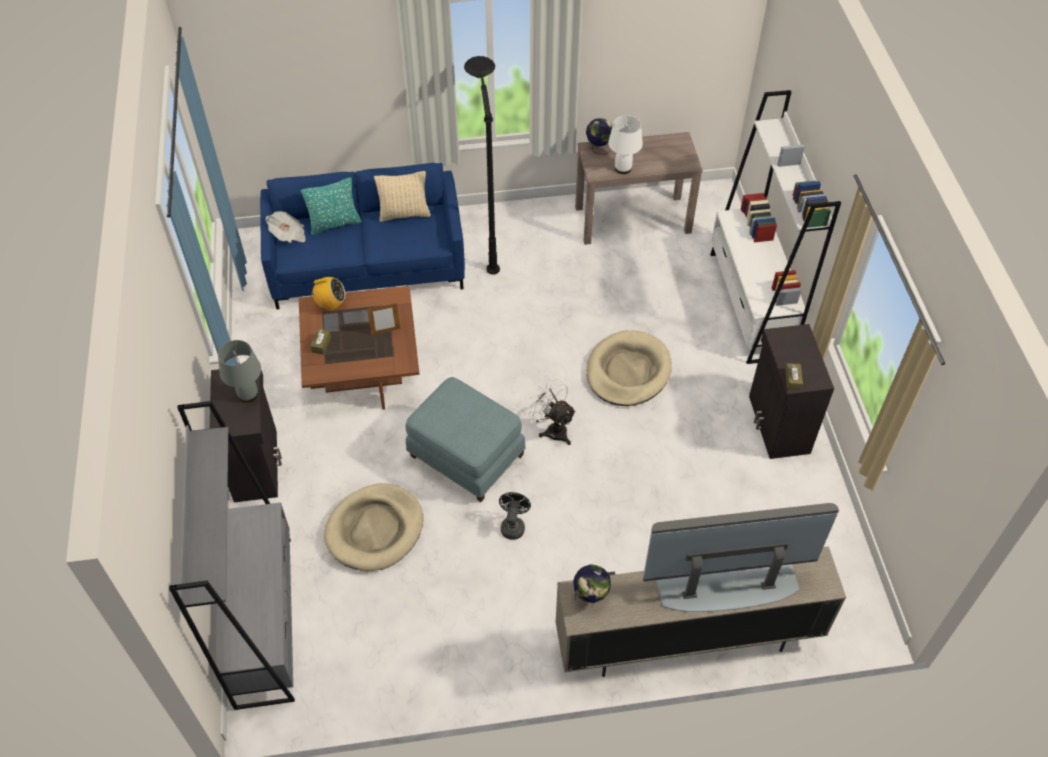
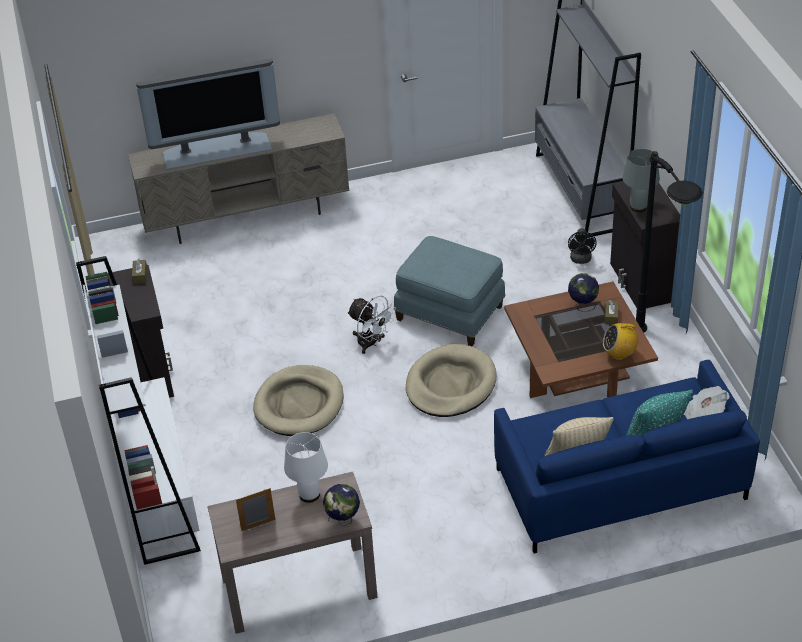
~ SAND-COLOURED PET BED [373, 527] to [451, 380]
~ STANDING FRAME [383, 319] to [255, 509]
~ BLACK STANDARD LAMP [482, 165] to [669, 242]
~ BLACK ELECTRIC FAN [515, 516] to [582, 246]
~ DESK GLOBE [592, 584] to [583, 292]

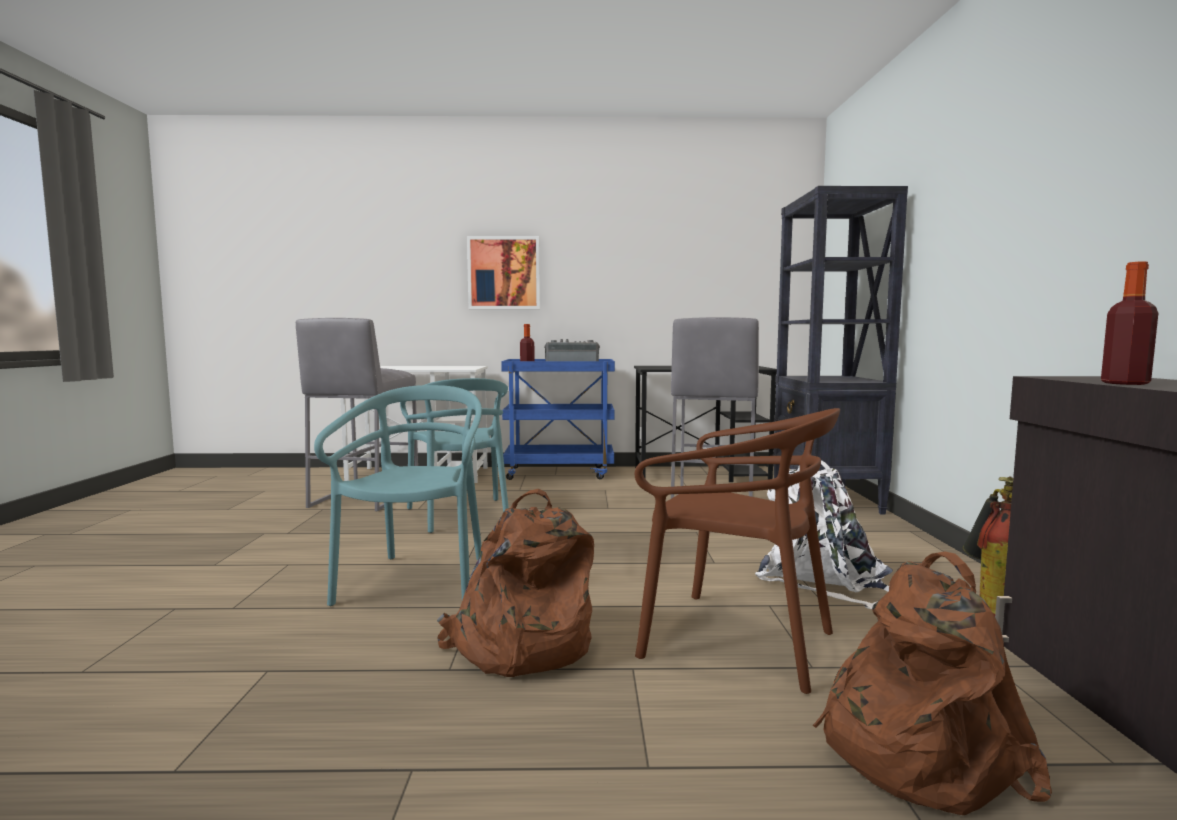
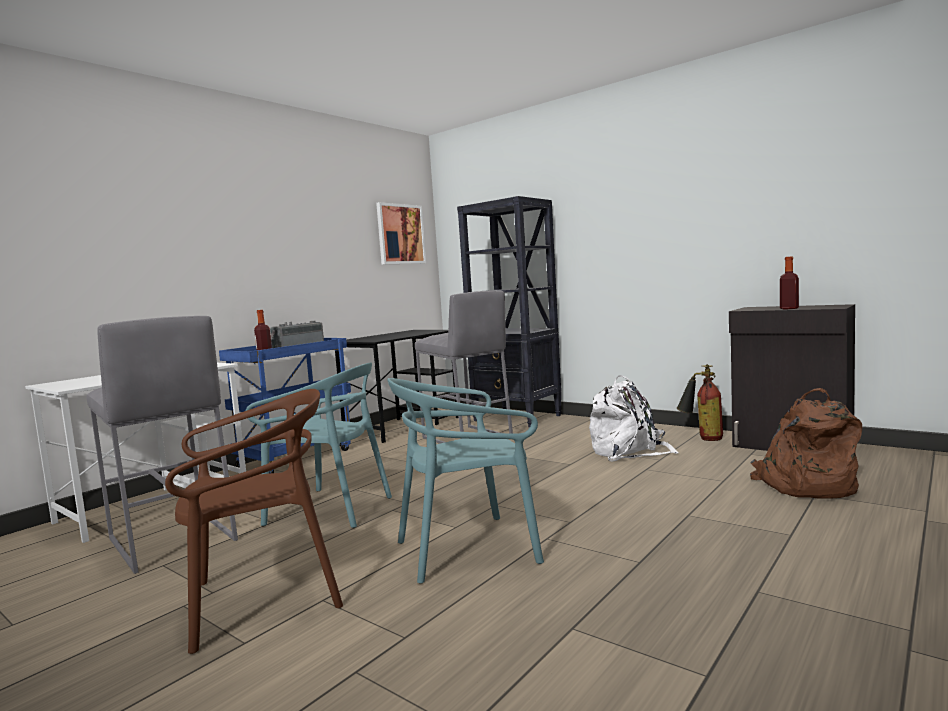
~ TURQUOISE-COLOURED PLAIN CHAIR [398, 495] = [465, 481] 60 degrees counterclockwise
- BROWN KNAPSACK [515, 583]
~ PICTURE [503, 272] to [401, 233]
~ BROWN PLAIN CHAIR [737, 551] to [254, 521]

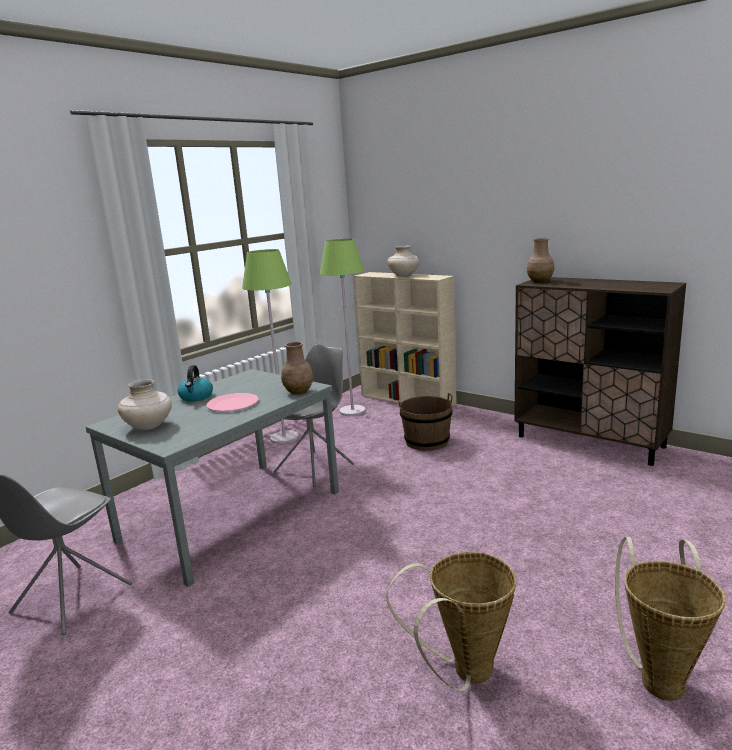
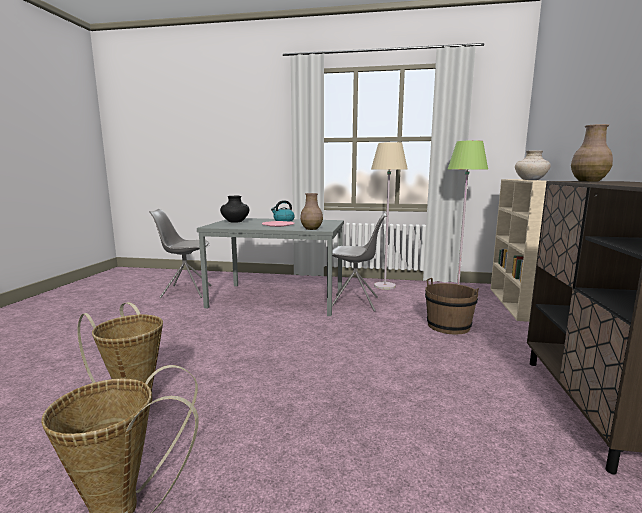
~ SAND-COLOURED FLOWER VASE [145, 404] to BLACK FLOWER VASE [234, 209]
~ GREEN STANDARD LAMP [270, 346] to SAND-COLOURED STANDARD LAMP [389, 216]

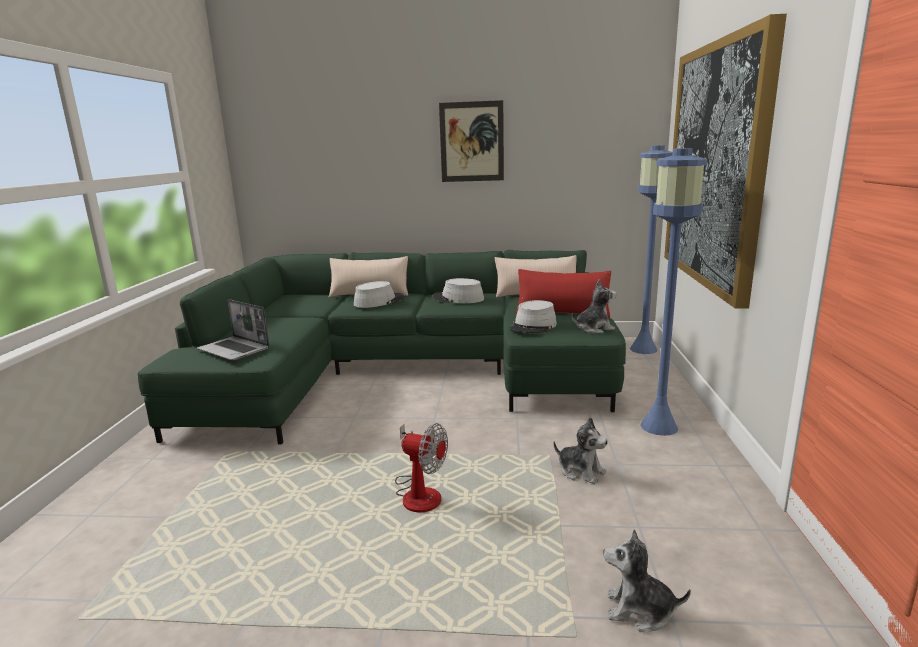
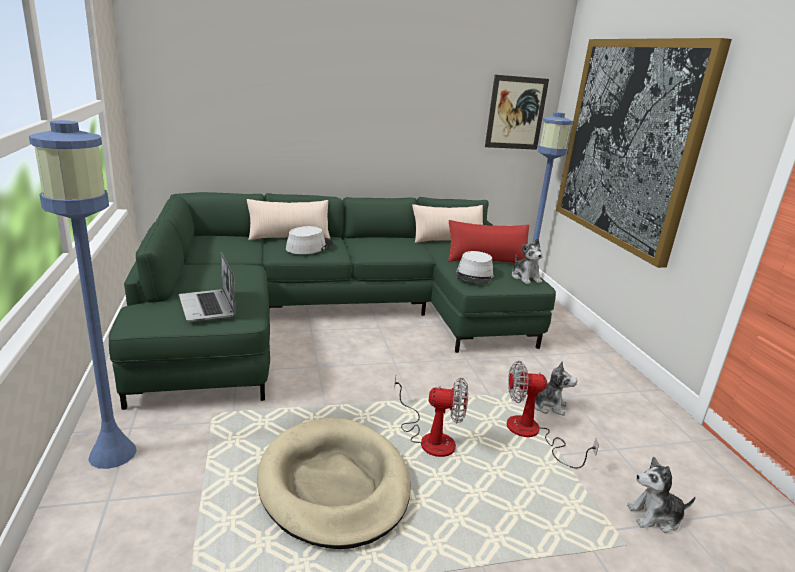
~ PORTABLE COMPUTER [233, 329] = [207, 287] 45 degrees clockwise
- GREY HAT [458, 290]
~ PICTURE [471, 141] to [517, 112]
~ PLUSH TOY [594, 307] = [527, 261] 105 degrees clockwise
~ BLUE STANDARD LAMP [673, 292] to [83, 294]
+ SAND-COLOURED PET BED [333, 483]
+ ELECTRIC FAN [553, 414]

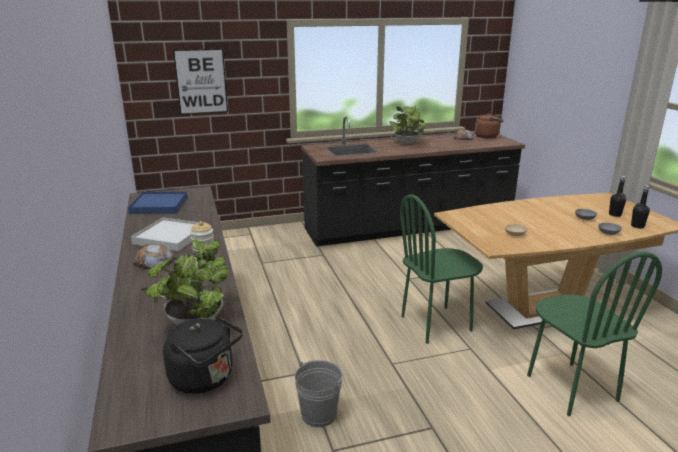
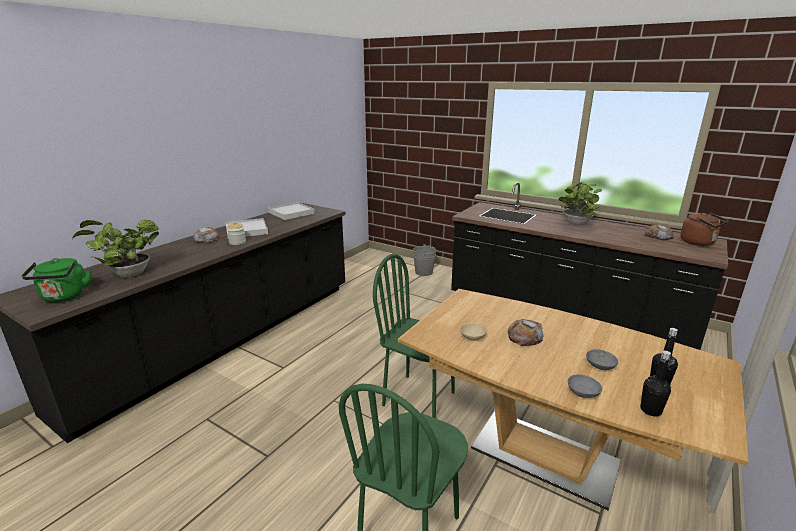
~ BLUE TRAY [157, 202] to WHITISH TRAY [291, 211]
~ BLACK KETTLE [203, 354] to GREEN KETTLE [56, 280]
- PICTURE [200, 82]
~ GREY WATER BUCKET [318, 393] to [425, 260]
+ BREAD [525, 332]

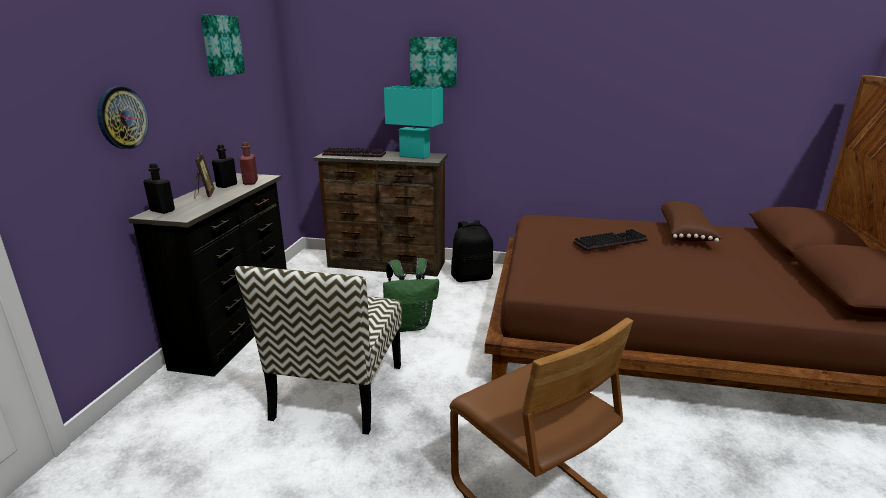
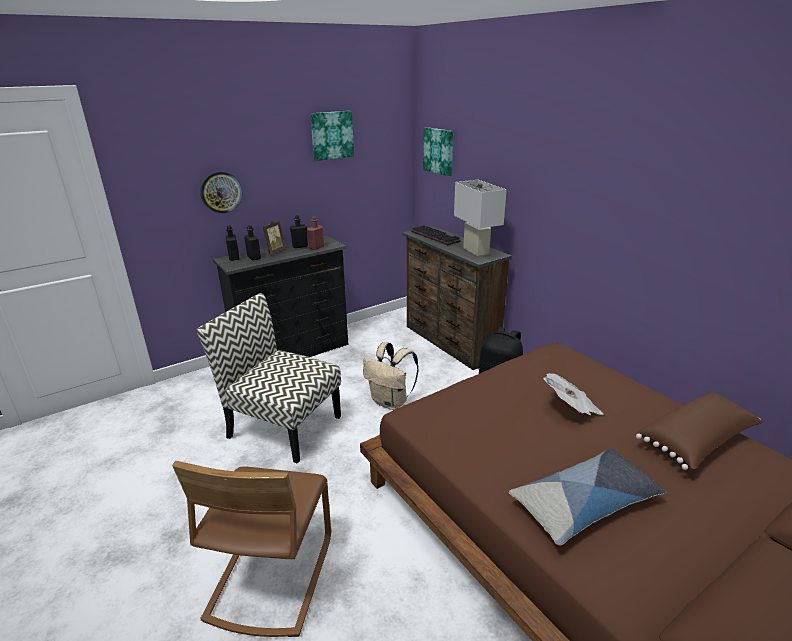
~ PLAIN CHAIR [318, 350] = [268, 378] 60 degrees clockwise
~ GREEN KNAPSACK [411, 295] to SAND-COLOURED KNAPSACK [391, 376]
~ TURQUOISE-COLOURED TABLETOP LAMP [413, 122] to WHITISH TABLETOP LAMP [480, 218]
~ PICTURE [433, 62] to [438, 151]
~ COMPUTER KEYBOARD [610, 240] to NEWSPAPER [573, 394]
+ BLACK DRINK BOTTLE [252, 242]
+ PILLOW [587, 496]

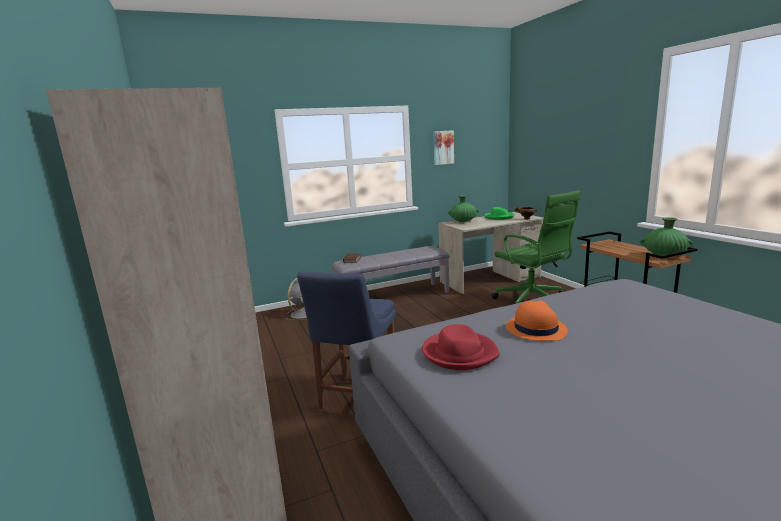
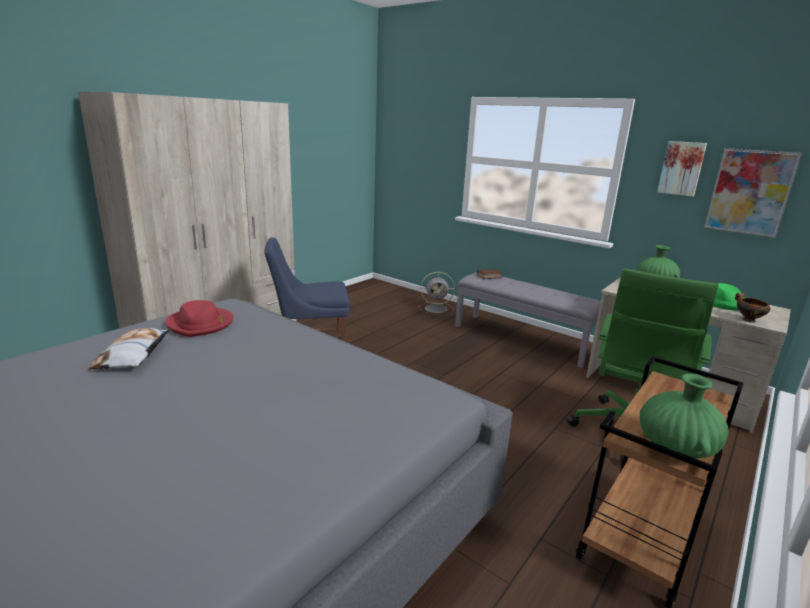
- ORANGE-COLOURED HAT [537, 321]
+ PILLOW [129, 348]
+ PICTURE [753, 193]

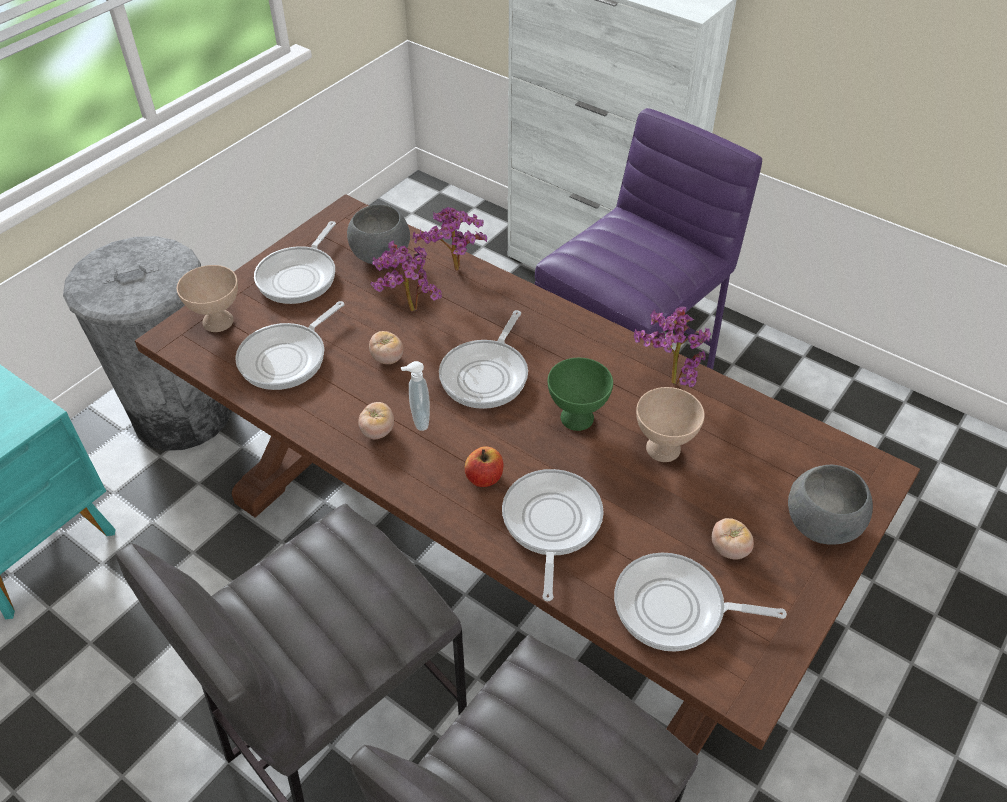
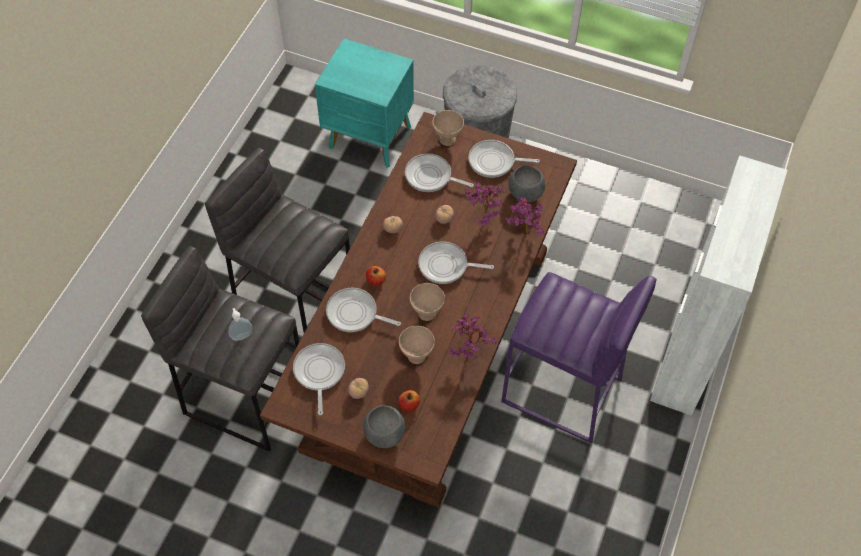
~ LIQUID SOAP BOTTLE [415, 396] to [240, 324]
~ PAN [553, 535] = [363, 310] 150 degrees counterclockwise
~ GREEN SERVING BOWL [580, 394] to SAND-COLOURED SERVING BOWL [427, 302]
+ WHOLE APPLE [409, 400]

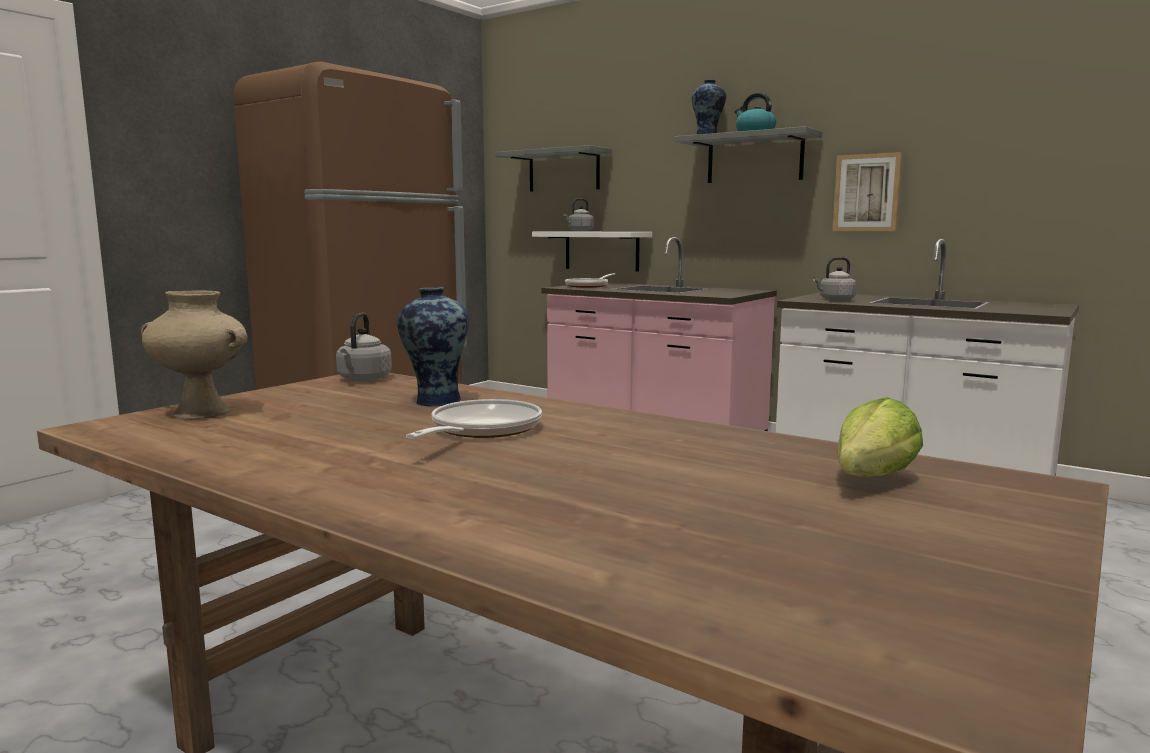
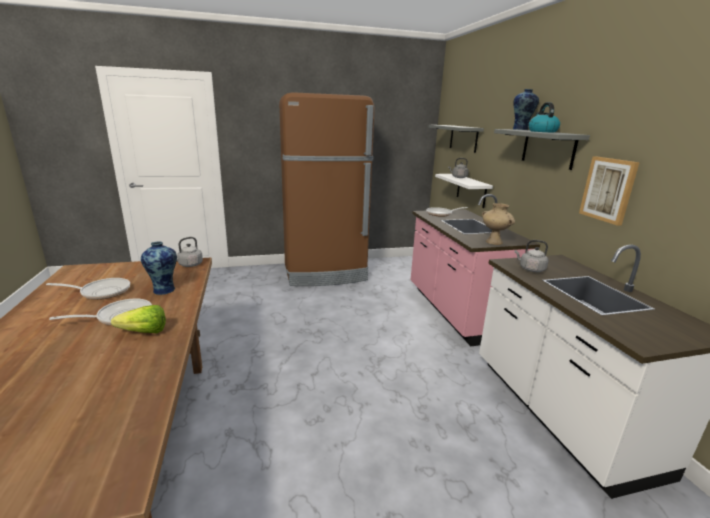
~ SAND-COLOURED FLOWER VASE [194, 355] to [498, 224]
~ LETTUCE HEAD [880, 437] to [138, 319]
+ PAN [88, 289]

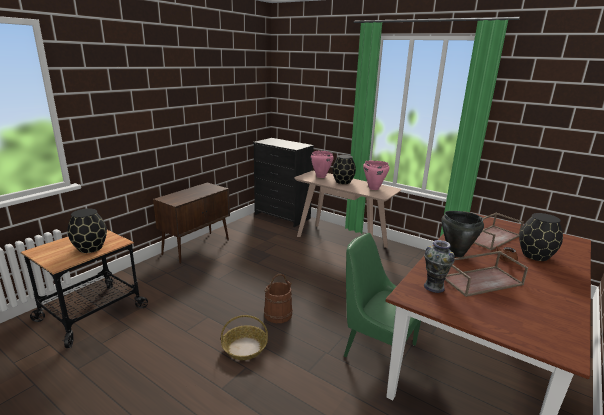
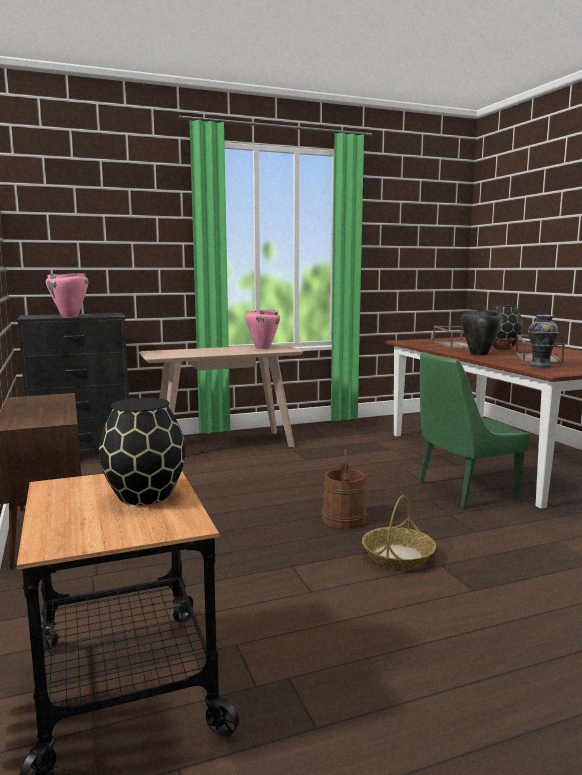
~ PINKISH COOKING POT [322, 164] to [67, 295]
- BLACK FLOWER VASE [344, 169]

